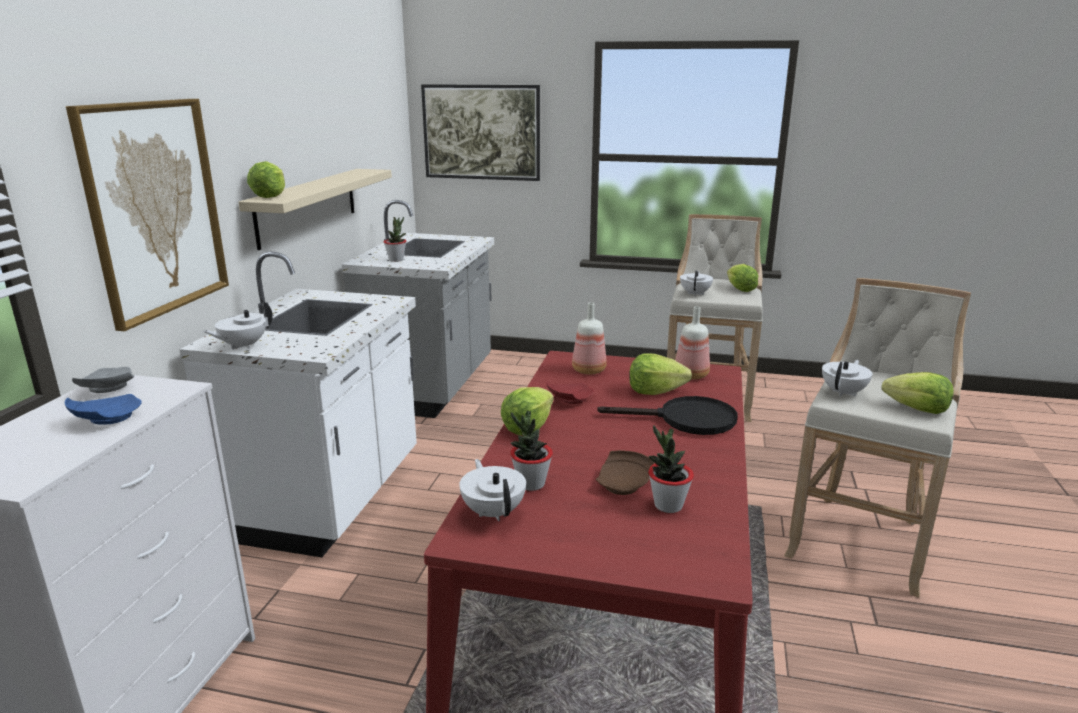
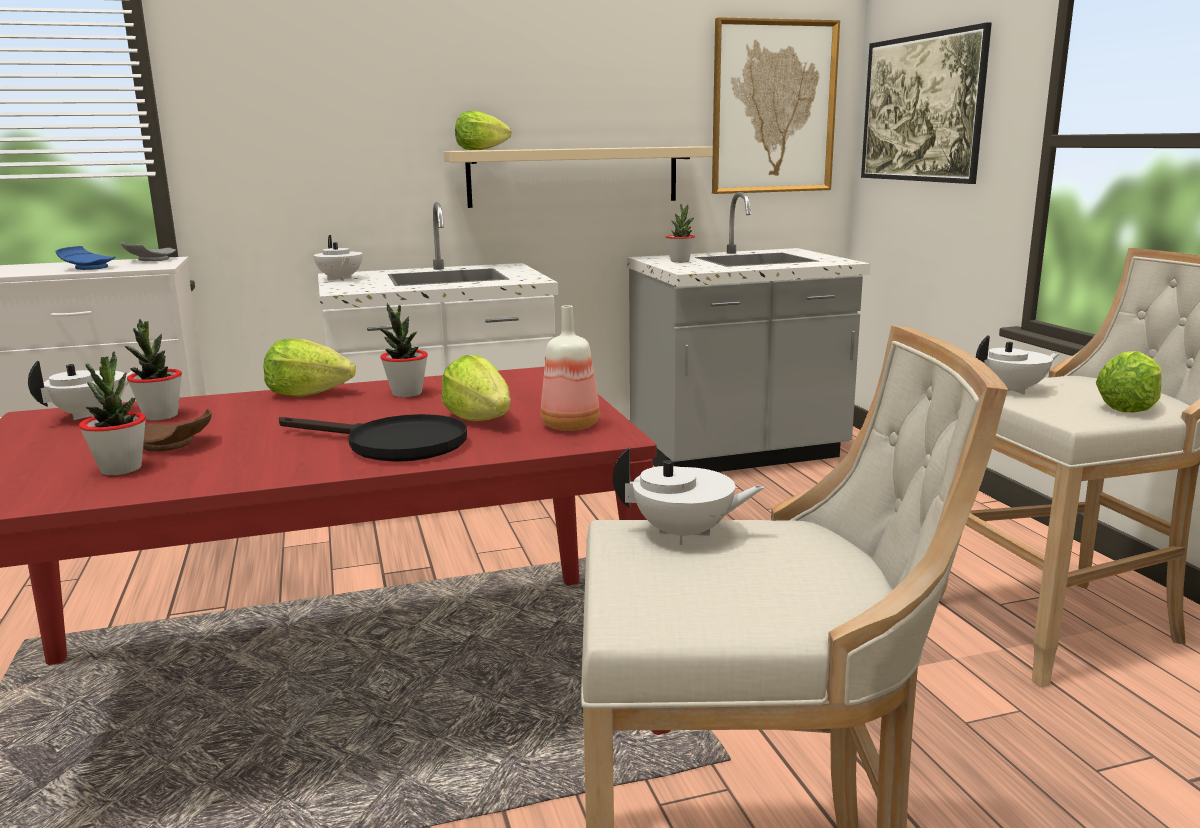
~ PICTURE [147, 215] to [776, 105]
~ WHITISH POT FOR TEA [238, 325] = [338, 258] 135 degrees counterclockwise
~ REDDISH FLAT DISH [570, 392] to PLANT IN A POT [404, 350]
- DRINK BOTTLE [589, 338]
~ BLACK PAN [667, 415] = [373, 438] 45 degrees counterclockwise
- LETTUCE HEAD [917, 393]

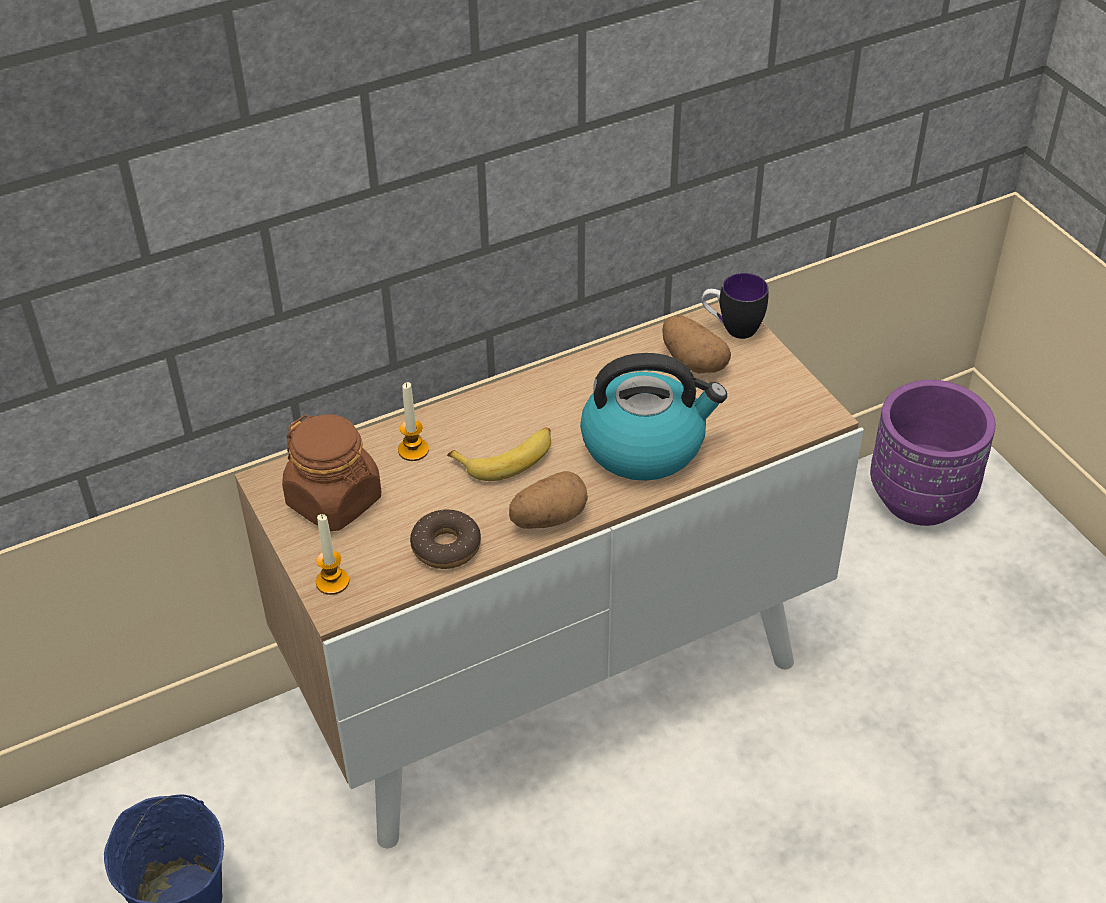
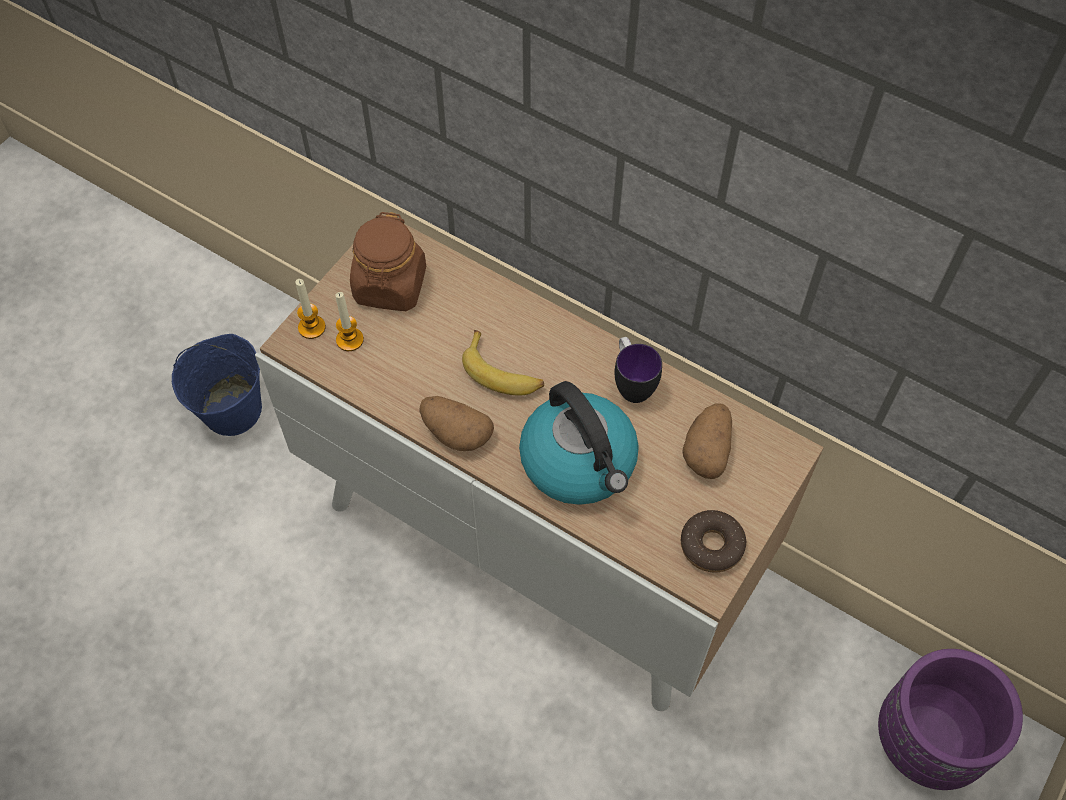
~ WAX LIGHT [413, 421] to [350, 321]
~ DONUT [445, 539] to [713, 541]
~ COFFEE MUG [735, 306] to [638, 370]

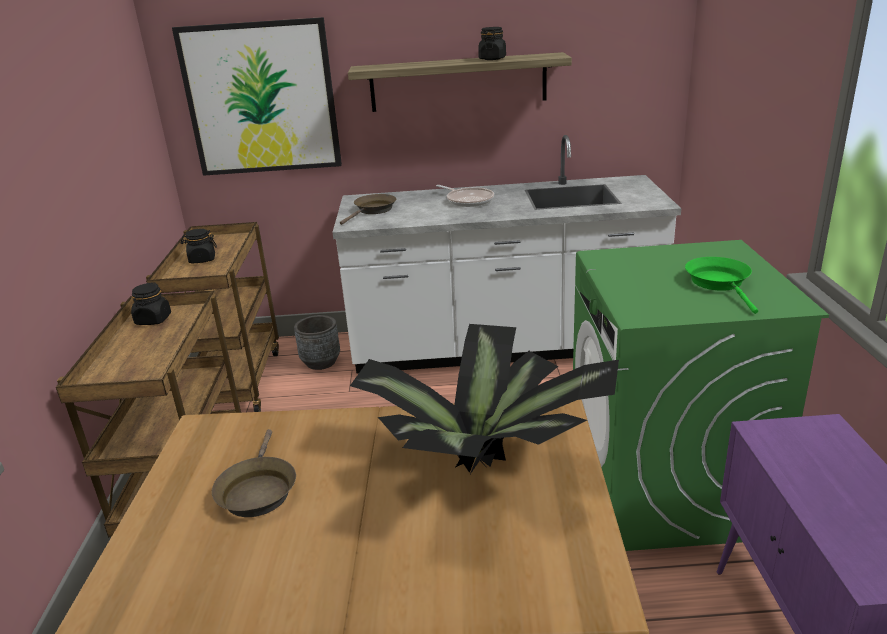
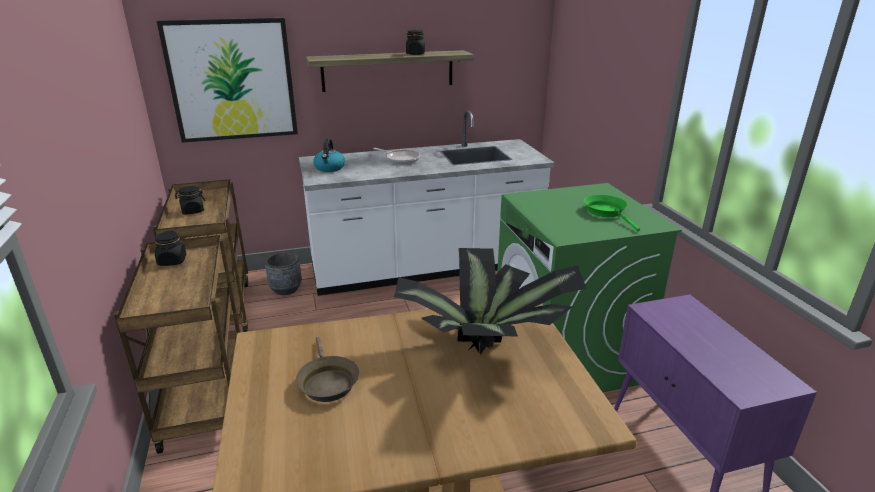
~ BROWN PAN [368, 209] to KETTLE [329, 155]

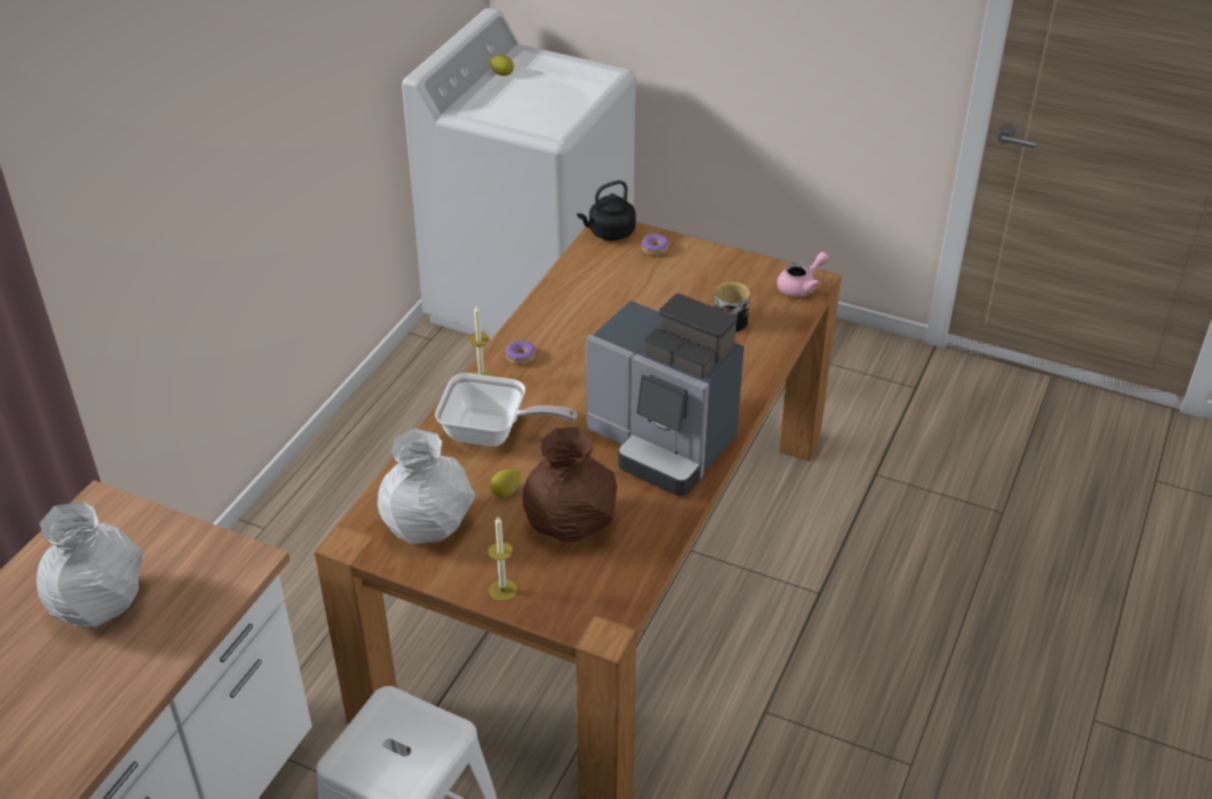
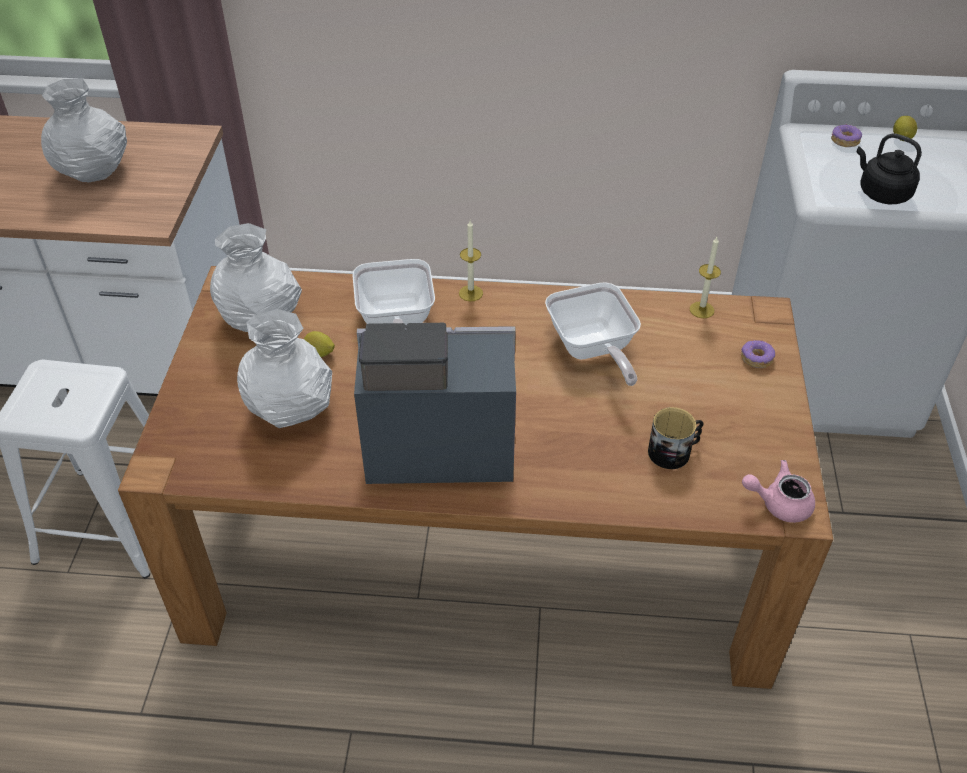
~ WAX LIGHT [502, 558] to [705, 277]
~ DONUT [521, 352] to [846, 135]
~ BROWN FLOWER VASE [569, 484] to WHITISH FLOWER VASE [284, 368]
~ BLACK KETTLE [606, 210] to [889, 168]
~ COFFEE BREWER [665, 394] = [435, 403] 75 degrees clockwise
~ PINKISH POT FOR TEA [803, 274] = [778, 491] 150 degrees clockwise
+ PAN [593, 334]

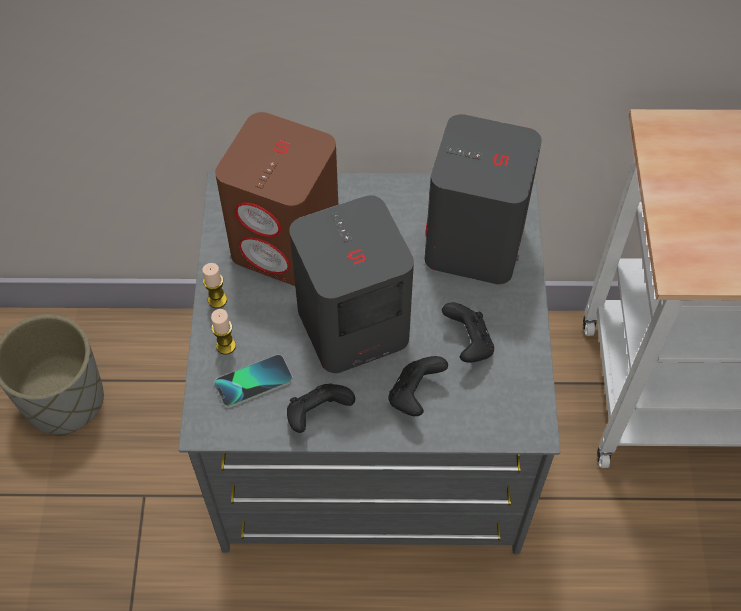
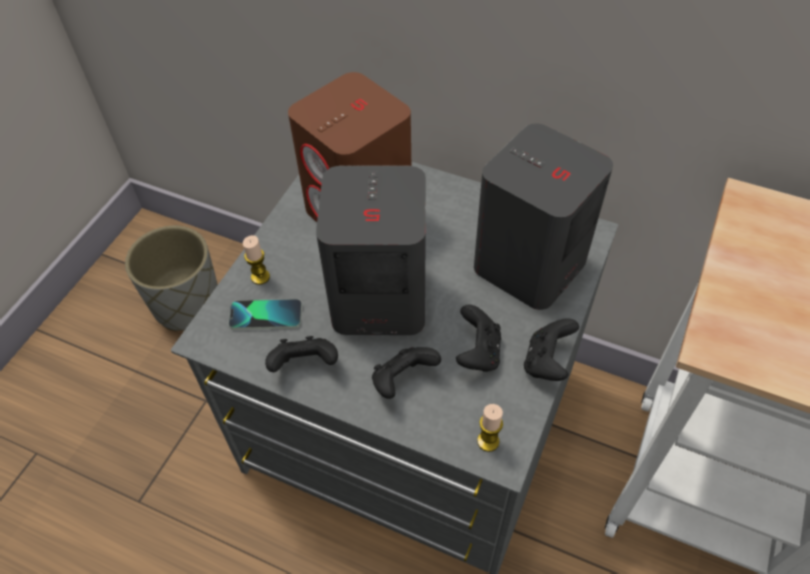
~ WAX LIGHT [215, 285] to [490, 428]
+ BLACK JOYPAD [551, 349]

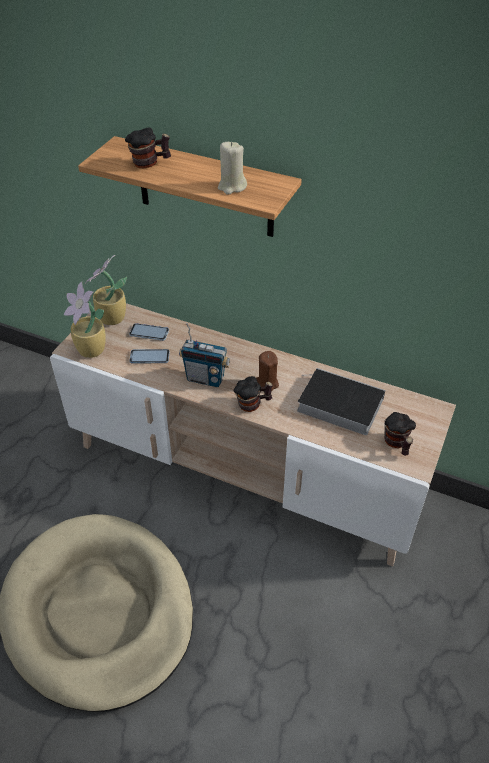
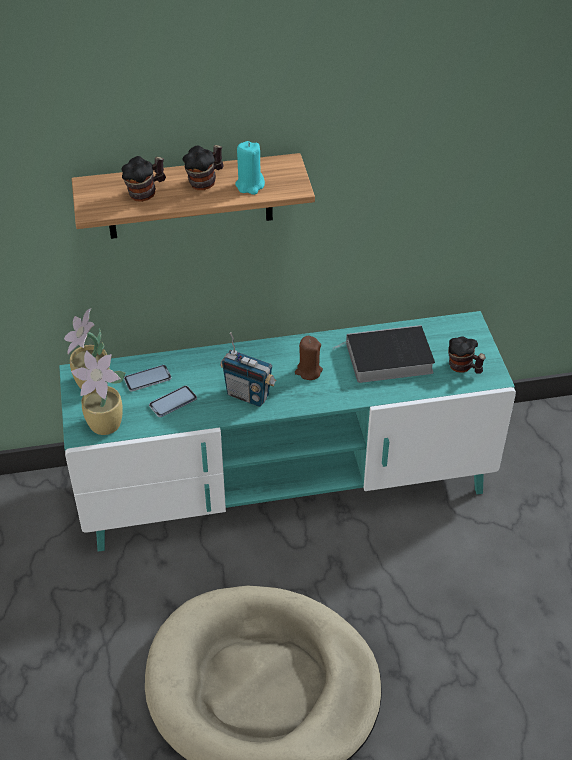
~ SAND-COLOURED MEDIA CONSOLE [253, 434] to TURQUOISE-COLOURED MEDIA CONSOLE [287, 431]
~ RADIO [204, 355] = [248, 369] 45 degrees clockwise
~ SAND-COLOURED WAX LIGHT [232, 168] to TURQUOISE-COLOURED WAX LIGHT [250, 168]
~ COFFEE MUG [253, 394] to [203, 167]

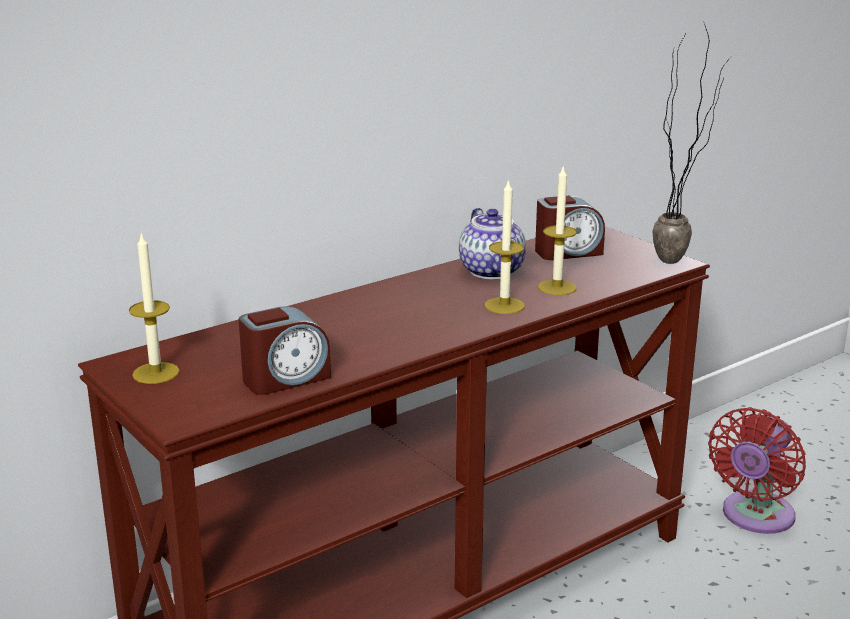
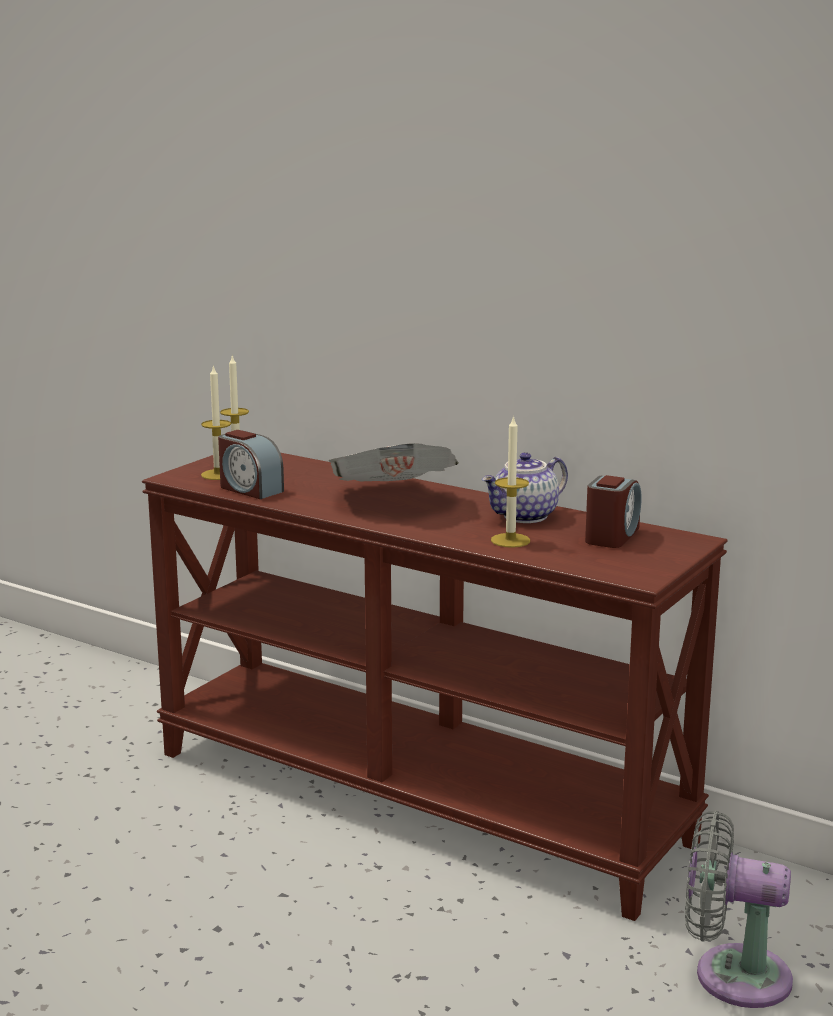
~ WAX LIGHT [505, 246] to [216, 422]
~ TABLE CLOCK [570, 228] = [613, 511] 120 degrees counterclockwise
- PLANT IN A POT [691, 144]
~ REDDISH ELECTRIC FAN [757, 470] to GREY ELECTRIC FAN [739, 909]
+ NEWSPAPER [393, 462]

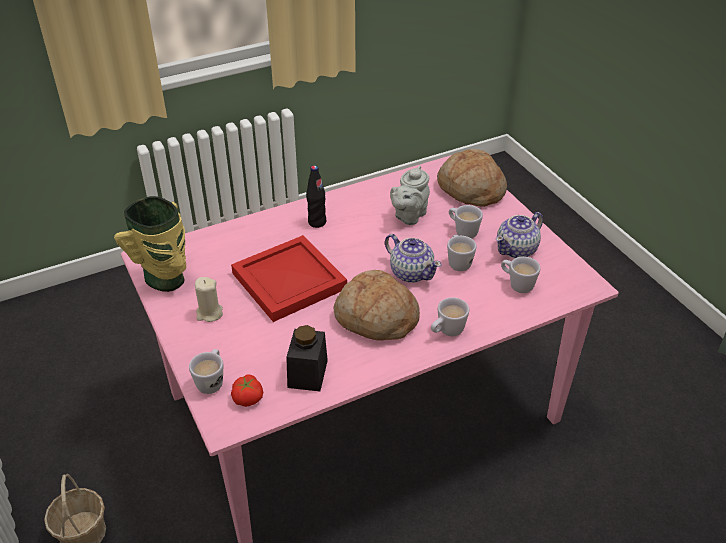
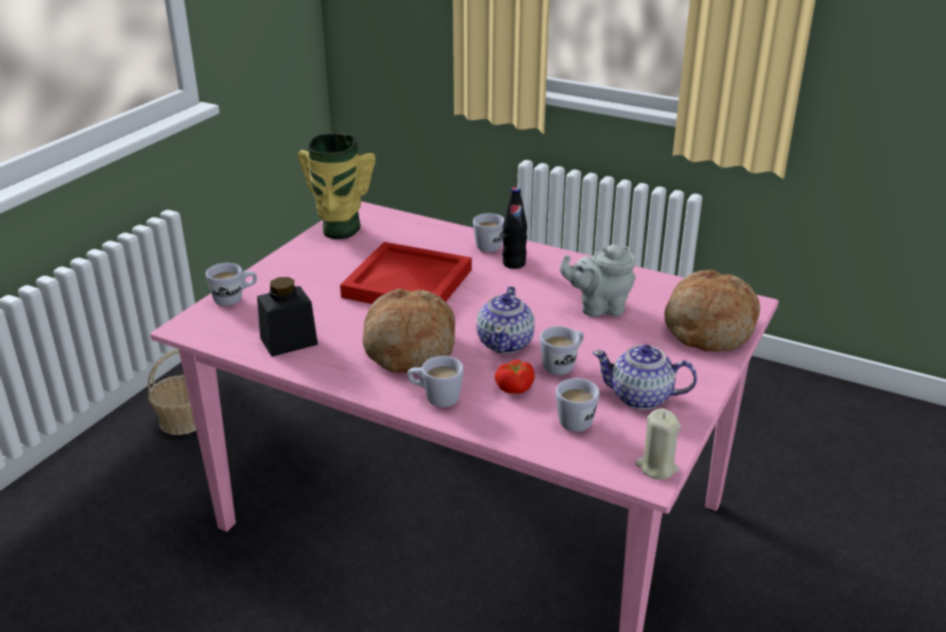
~ SAND-COLOURED WAX LIGHT [209, 299] to [658, 444]
~ WHOLE TOMATO [247, 390] to [515, 377]
~ WHITISH COFFEE MUG [466, 221] to [488, 232]

